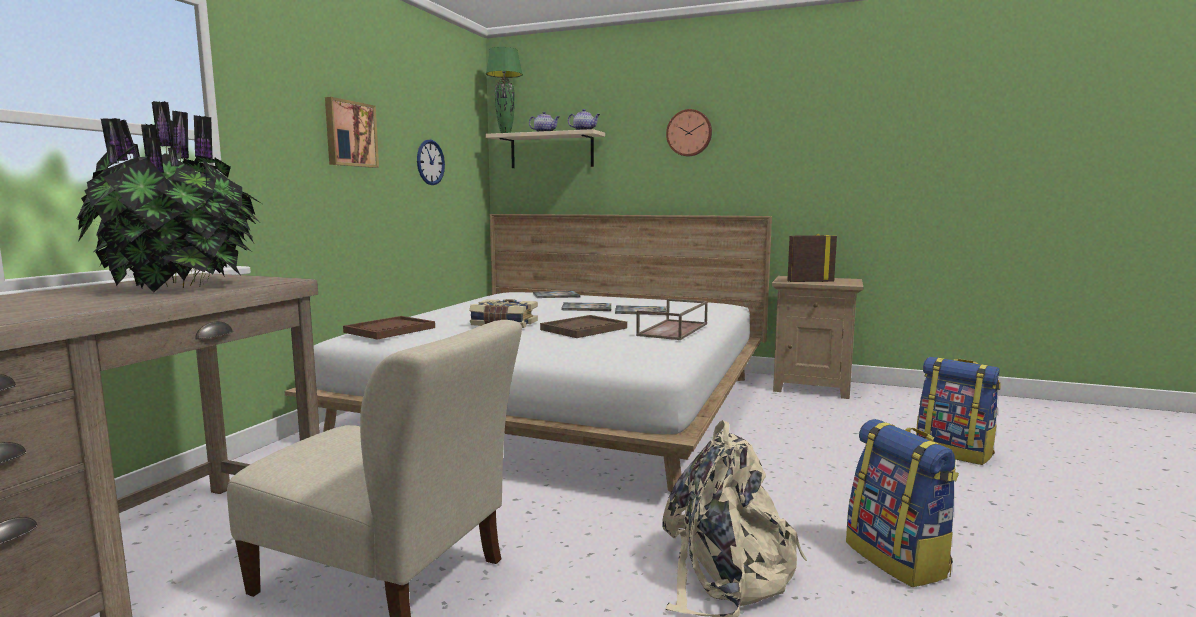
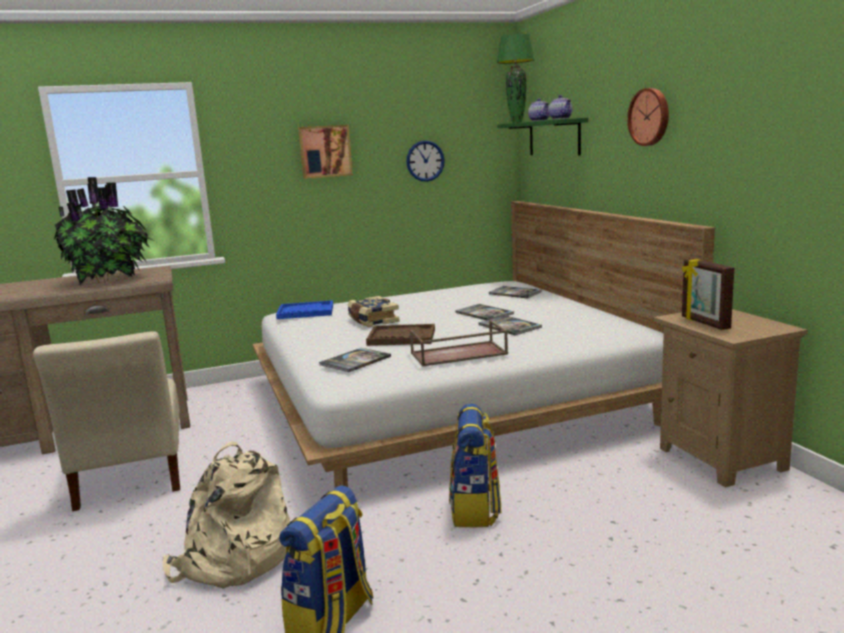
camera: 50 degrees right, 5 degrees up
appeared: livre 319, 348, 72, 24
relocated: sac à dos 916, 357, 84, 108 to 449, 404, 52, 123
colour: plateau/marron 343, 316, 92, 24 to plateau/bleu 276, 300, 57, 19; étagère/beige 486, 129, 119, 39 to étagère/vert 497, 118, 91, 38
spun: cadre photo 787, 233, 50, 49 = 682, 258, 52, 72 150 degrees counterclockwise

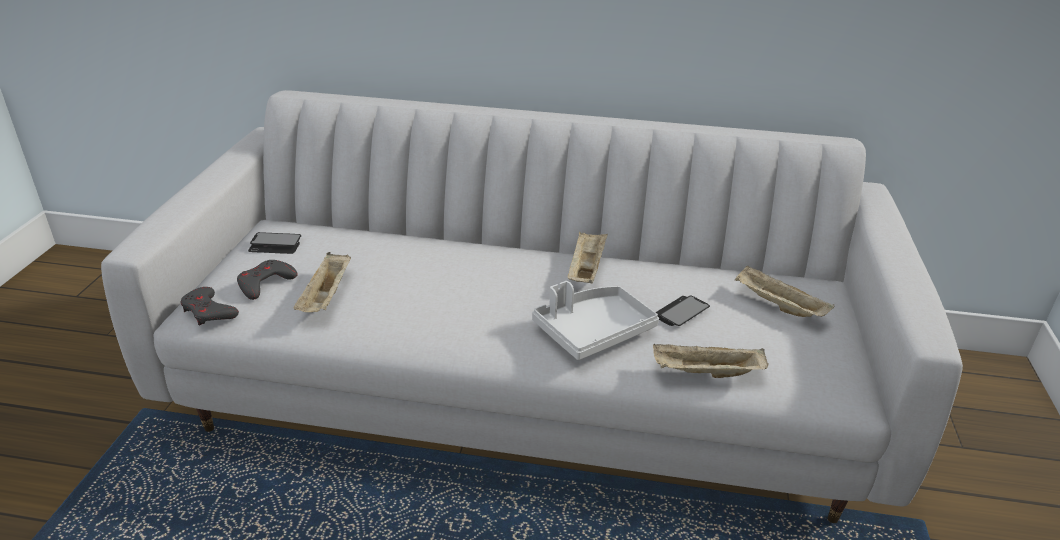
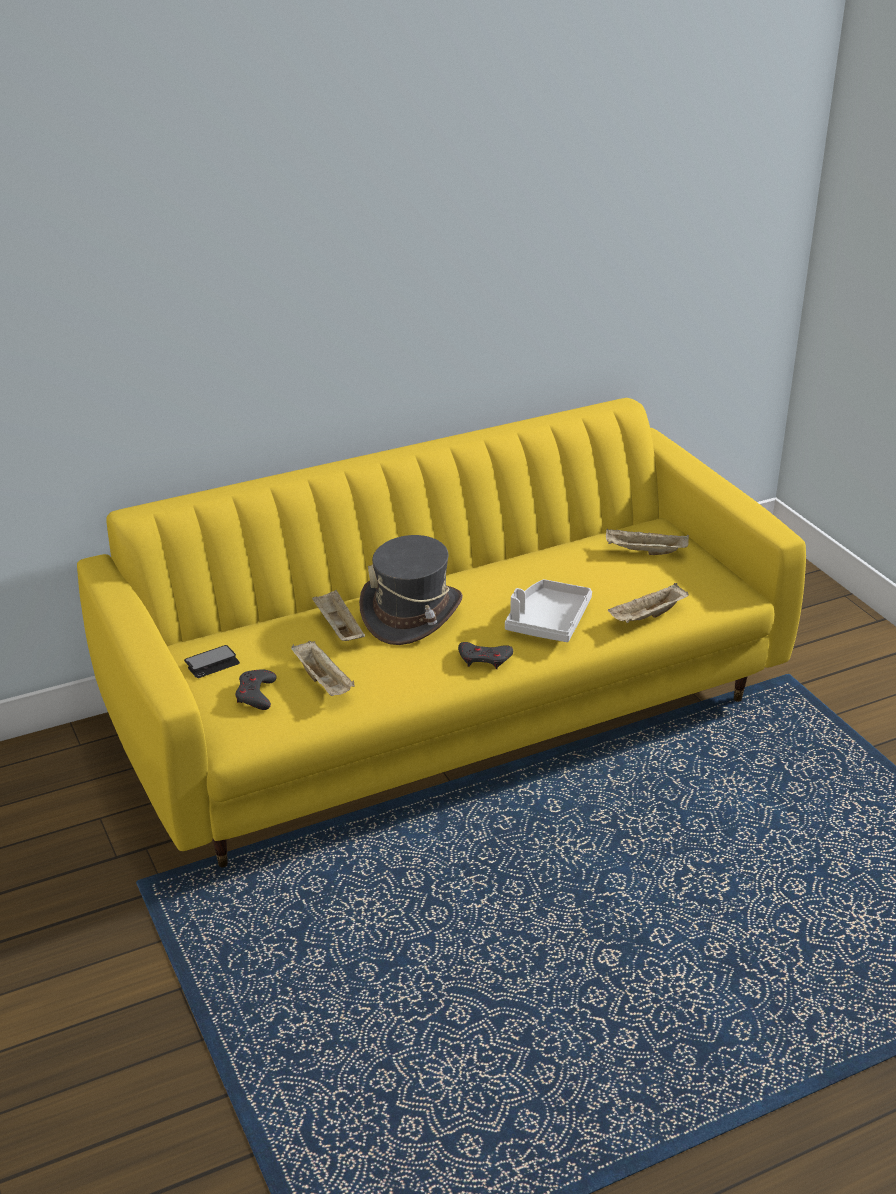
camera: 35 degrees left, 0 degrees up
missing: téléphone 656, 295, 54, 31
appeared: chapeau/gris 359, 535, 104, 110
relocated: manette/gris 181, 287, 58, 39 to 458, 642, 55, 27; plateau/beige 567, 231, 41, 52 to 312, 590, 53, 51
colour: canapé/blanc 101, 90, 862, 433 to canapé/jaune 77, 398, 729, 469

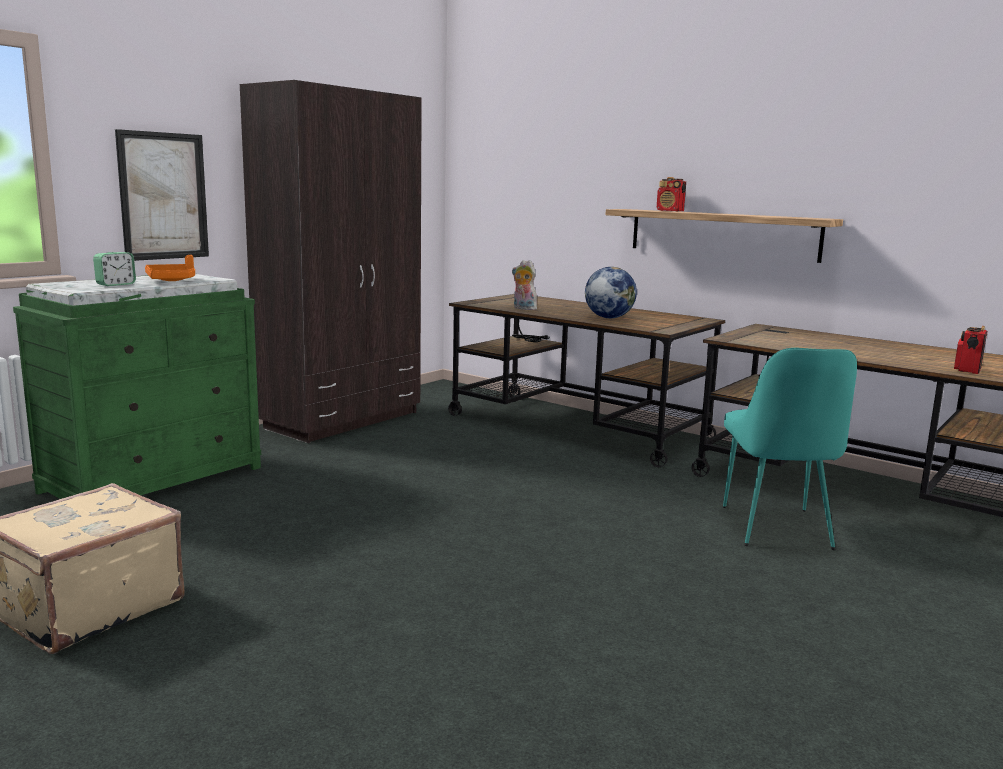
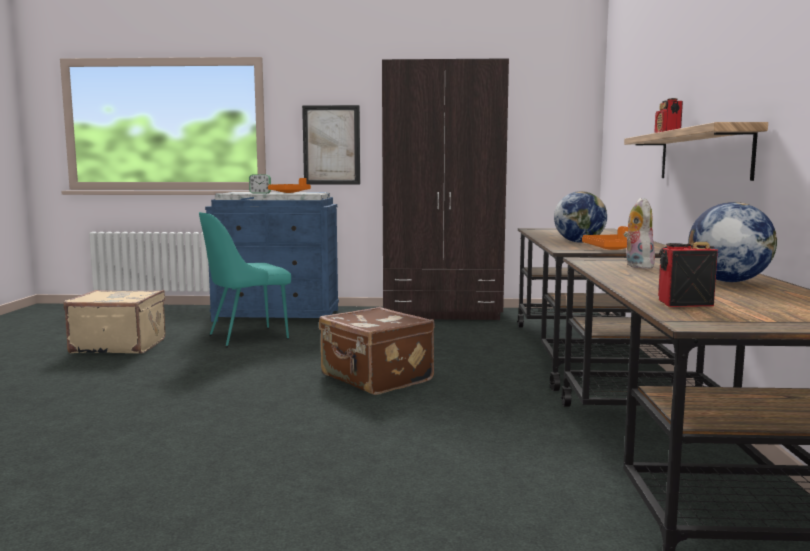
camera: 55 degrees right, 5 degrees down
appeared: valise/marron 319, 307, 115, 88; plateau/orange 582, 226, 46, 24; globe 688, 202, 89, 80
relocated: peluche 512, 260, 25, 50 to 624, 198, 33, 70; chaise/turquoise 723, 348, 134, 202 to 199, 212, 92, 136
colour: commode/vert 13, 274, 248, 225 to commode/bleu 205, 192, 134, 130

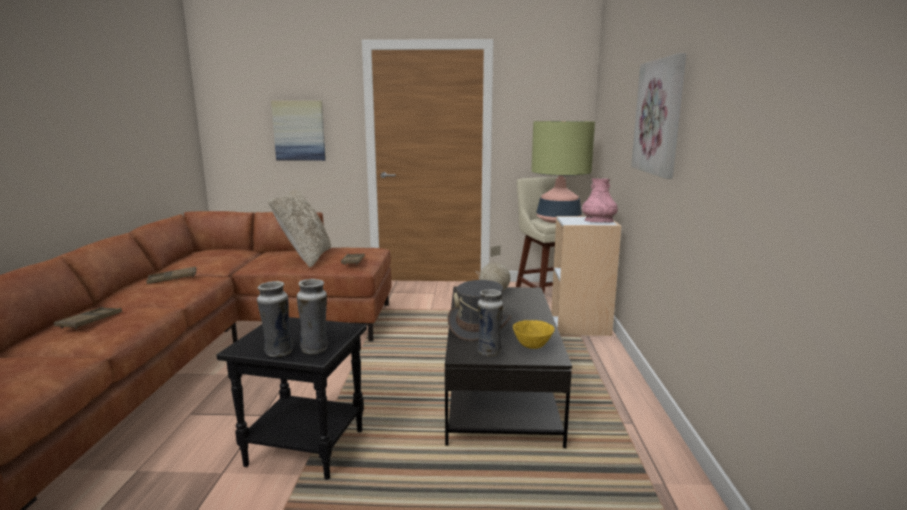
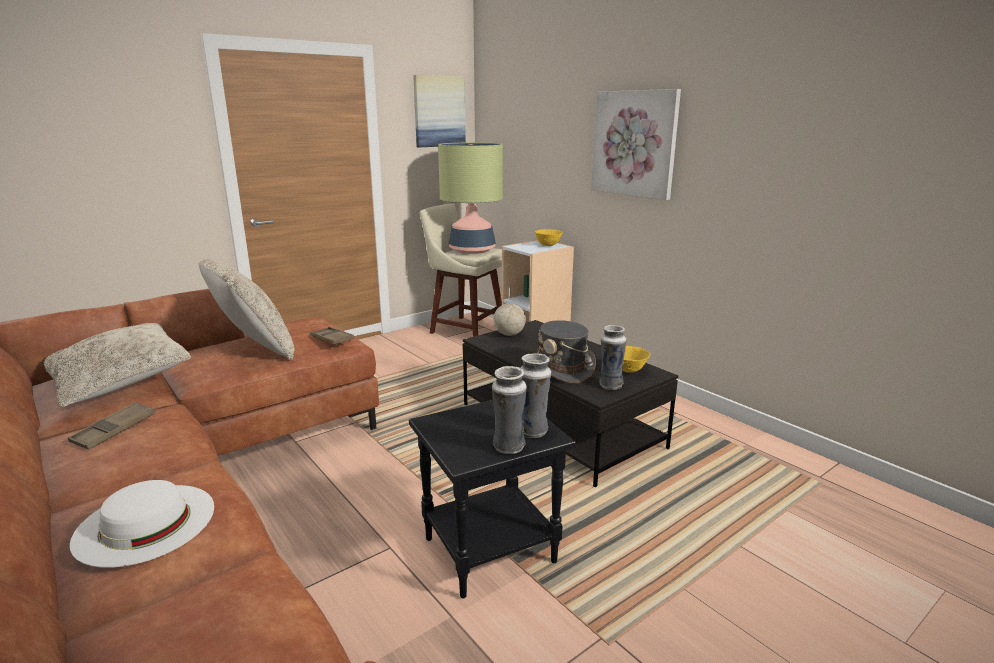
camera: 40 degrees left, 5 degrees up
appeared: coussin/beige 44, 323, 147, 84
relocated: tableau 271, 101, 55, 60 to 413, 75, 53, 72
exchanged: plateau/marron 54, 307, 68, 22 to chapeau/blanc 70, 480, 144, 88; vase/rose 582, 178, 36, 45 to bol/jaune 535, 229, 28, 17

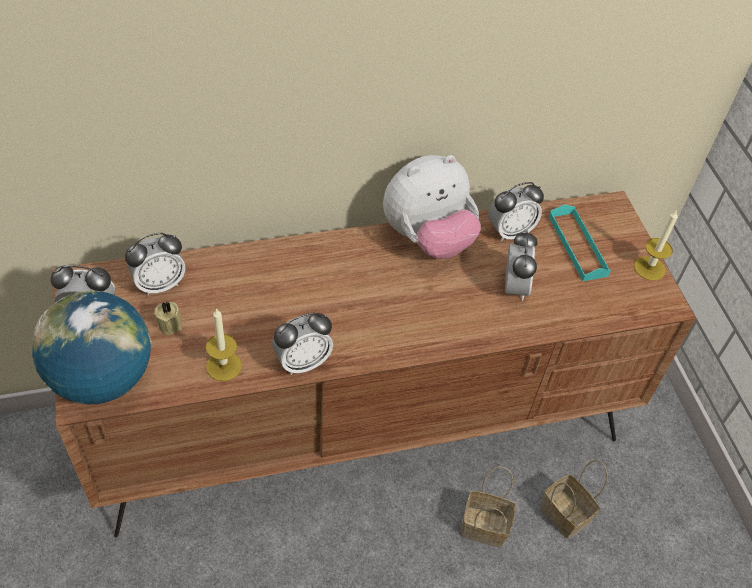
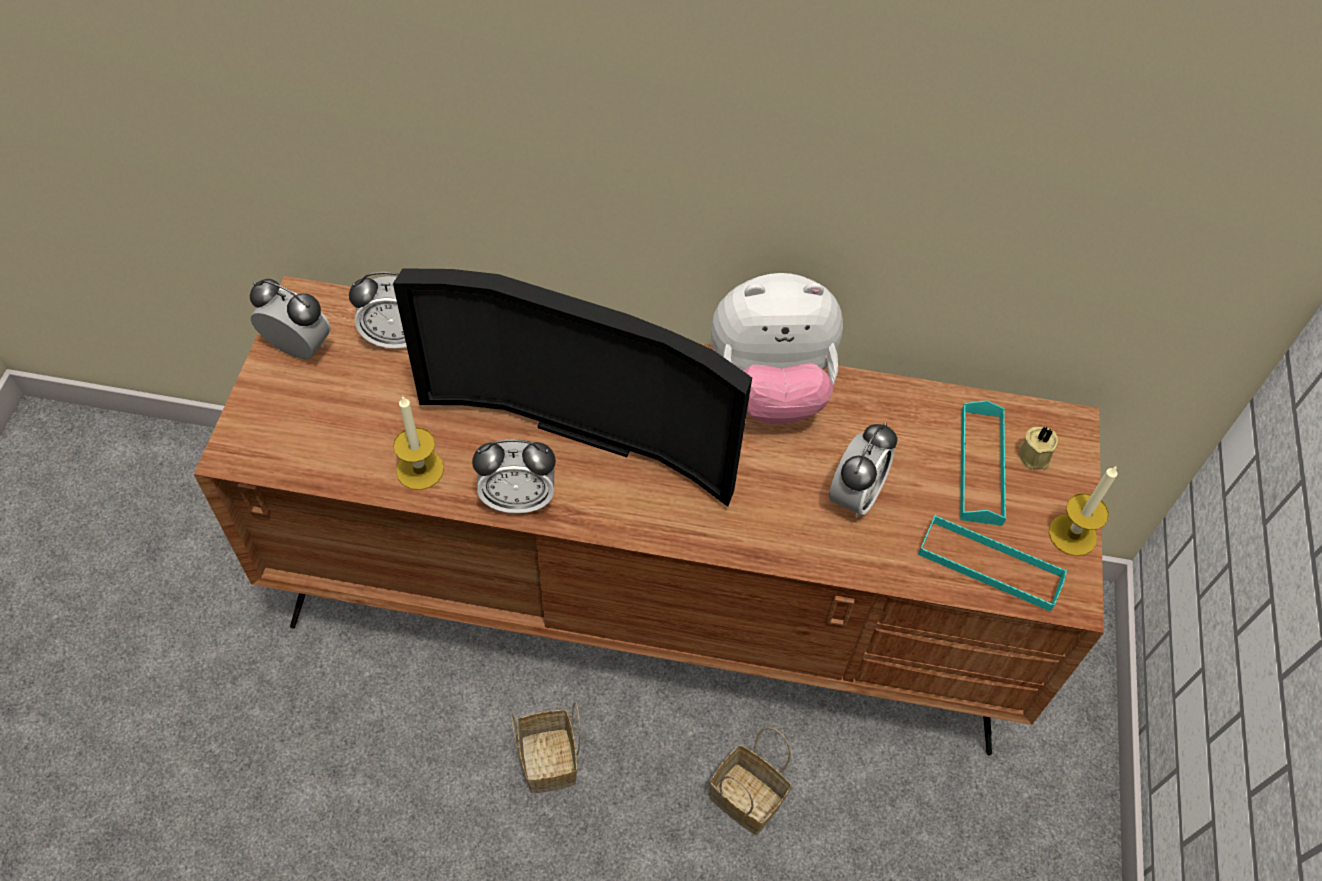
camera: 25 degrees right, 5 degrees up
missing: globe 32, 291, 120, 113; réveil 488, 182, 56, 60
appeared: téléviseur 393, 268, 359, 239; plateau/turquoise 918, 515, 149, 96
relocated: bougie/beige 154, 302, 28, 33 to 1019, 426, 39, 44; panier 540, 460, 68, 79 to 511, 702, 69, 91

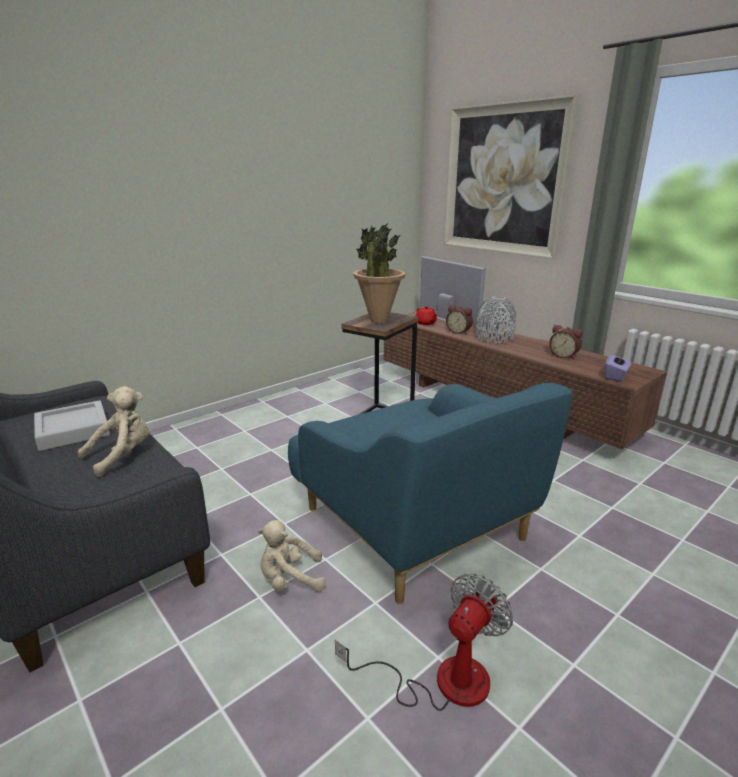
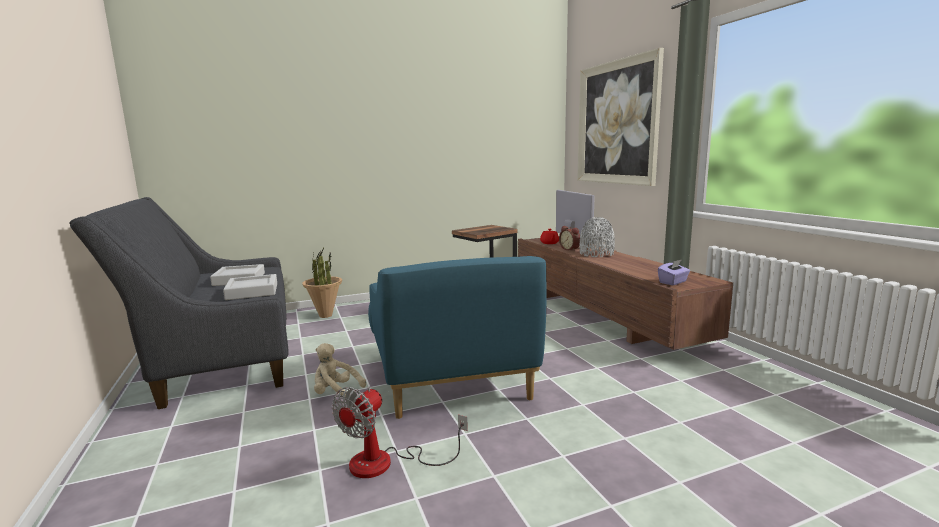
camera: 20 degrees right, 10 degrees down
missing: réveil 549, 325, 33, 35
relocated: plante en pot 353, 222, 53, 101 to 302, 248, 40, 70
exchanged: peluche/beige 78, 386, 71, 91 to plateau/gris 223, 274, 54, 26
spun: ventilateur 335, 574, 178, 137 = 332, 387, 136, 91 150 degrees clockwise

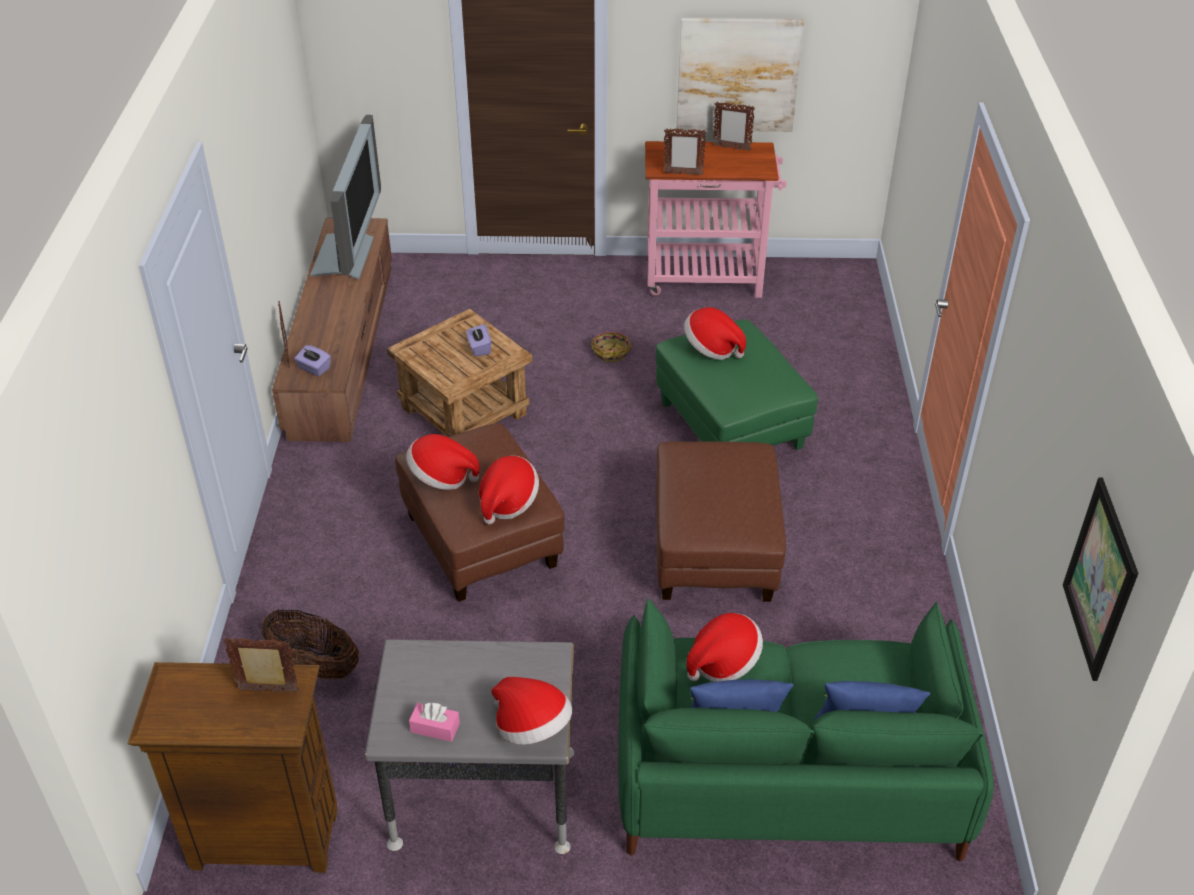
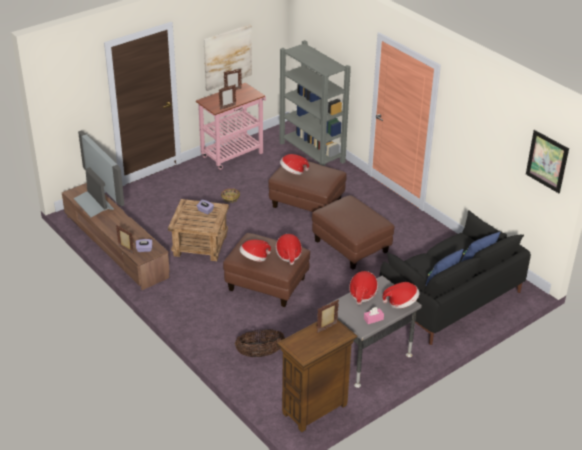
camera: 40 degrees left, 5 degrees down
appeared: bibliothèque/gris 279, 40, 72, 126
relocated: chapeau 686, 613, 77, 69 to 349, 271, 29, 34
colour: canapé/vert 618, 598, 376, 264 to canapé/noir 379, 210, 152, 135; pouf/vert 656, 319, 162, 131 to pouf/marron 268, 161, 79, 51

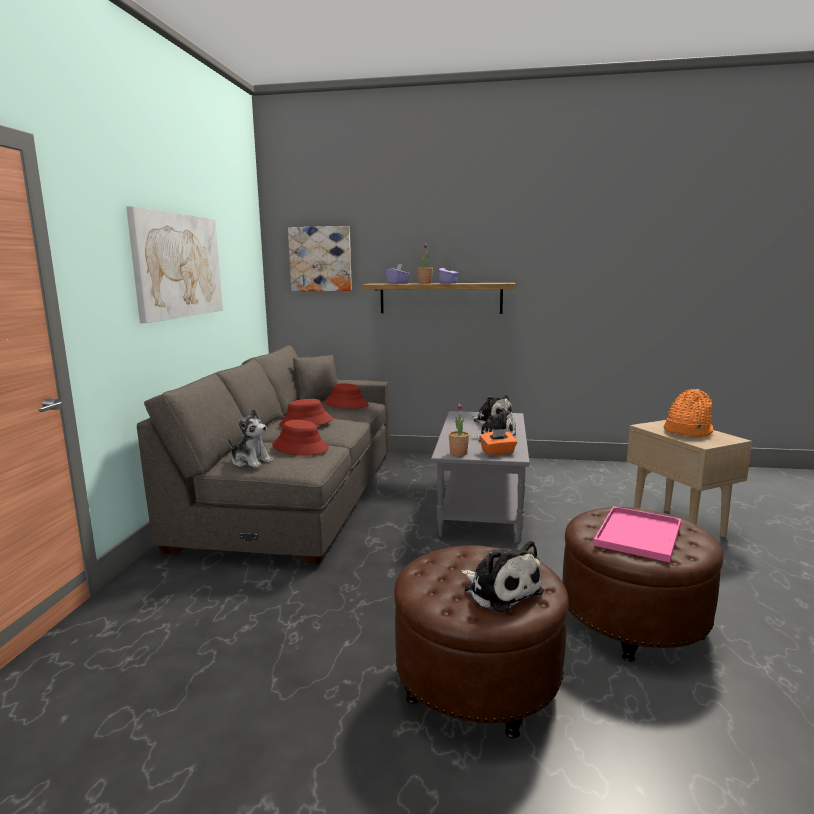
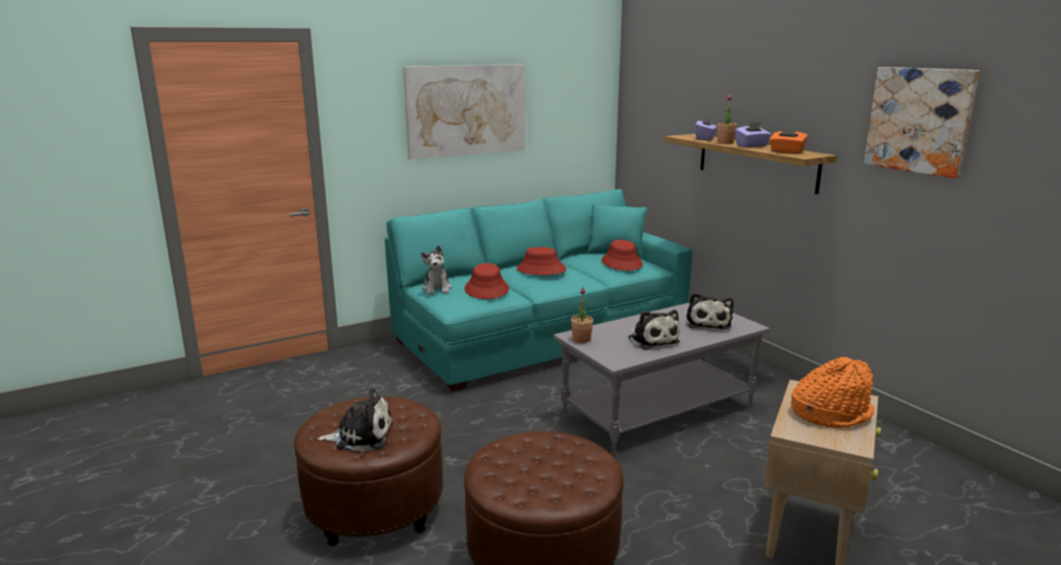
camera: 50 degrees right, 5 degrees up
missing: plateau/rose 593, 506, 88, 56
relocated: tableau 288, 226, 64, 65 to 864, 67, 116, 111; boîte à mouchoirs/orange 480, 429, 37, 27 to 769, 126, 39, 28
colour: canapé/gris 137, 345, 253, 219 to canapé/turquoise 385, 189, 308, 202
spun: peluche 461, 541, 83, 72 = 317, 388, 76, 64 105 degrees counterclockwise

